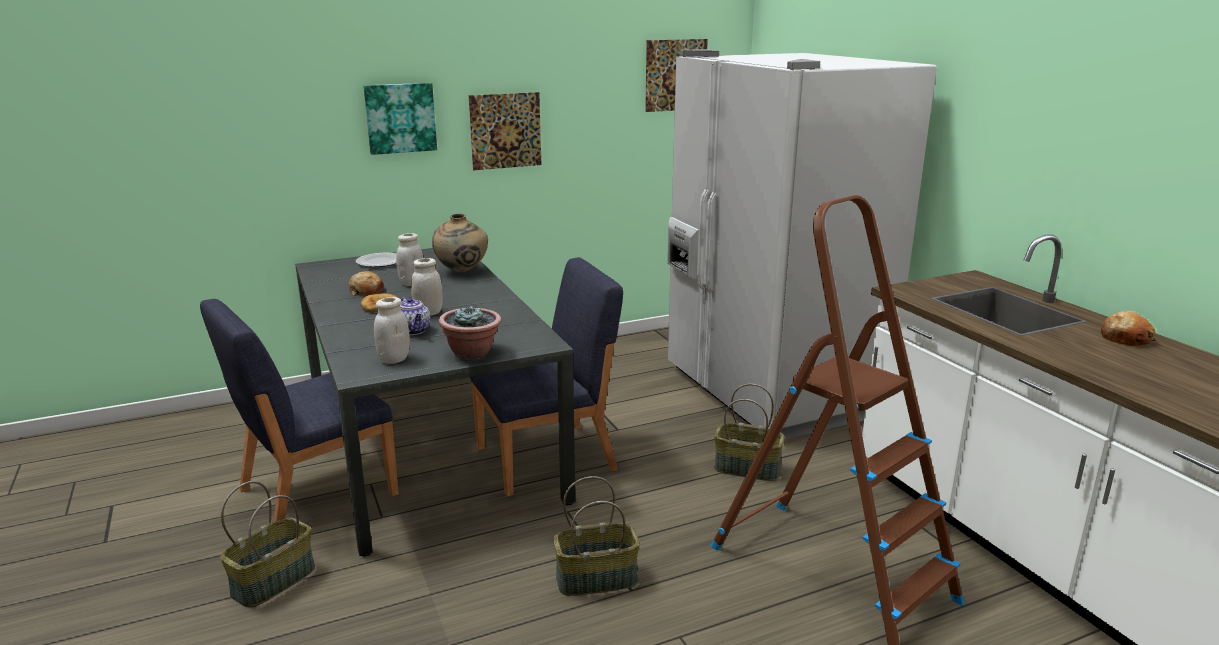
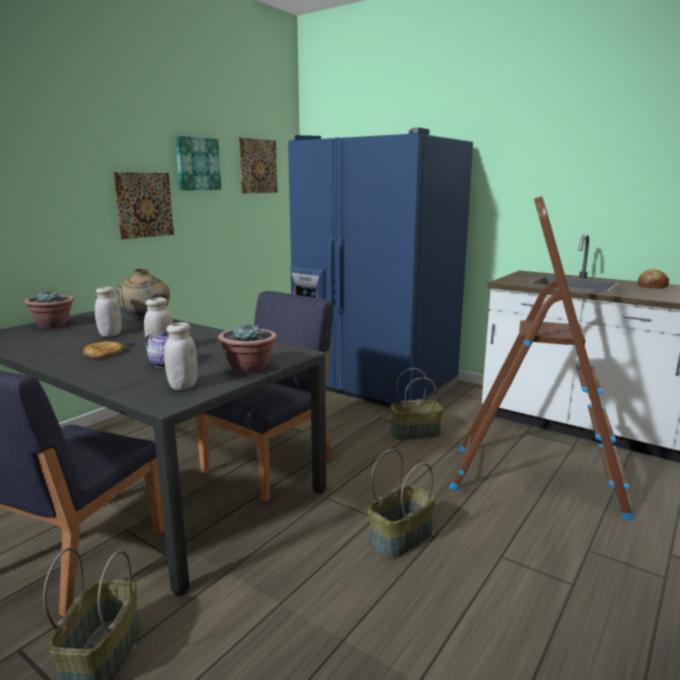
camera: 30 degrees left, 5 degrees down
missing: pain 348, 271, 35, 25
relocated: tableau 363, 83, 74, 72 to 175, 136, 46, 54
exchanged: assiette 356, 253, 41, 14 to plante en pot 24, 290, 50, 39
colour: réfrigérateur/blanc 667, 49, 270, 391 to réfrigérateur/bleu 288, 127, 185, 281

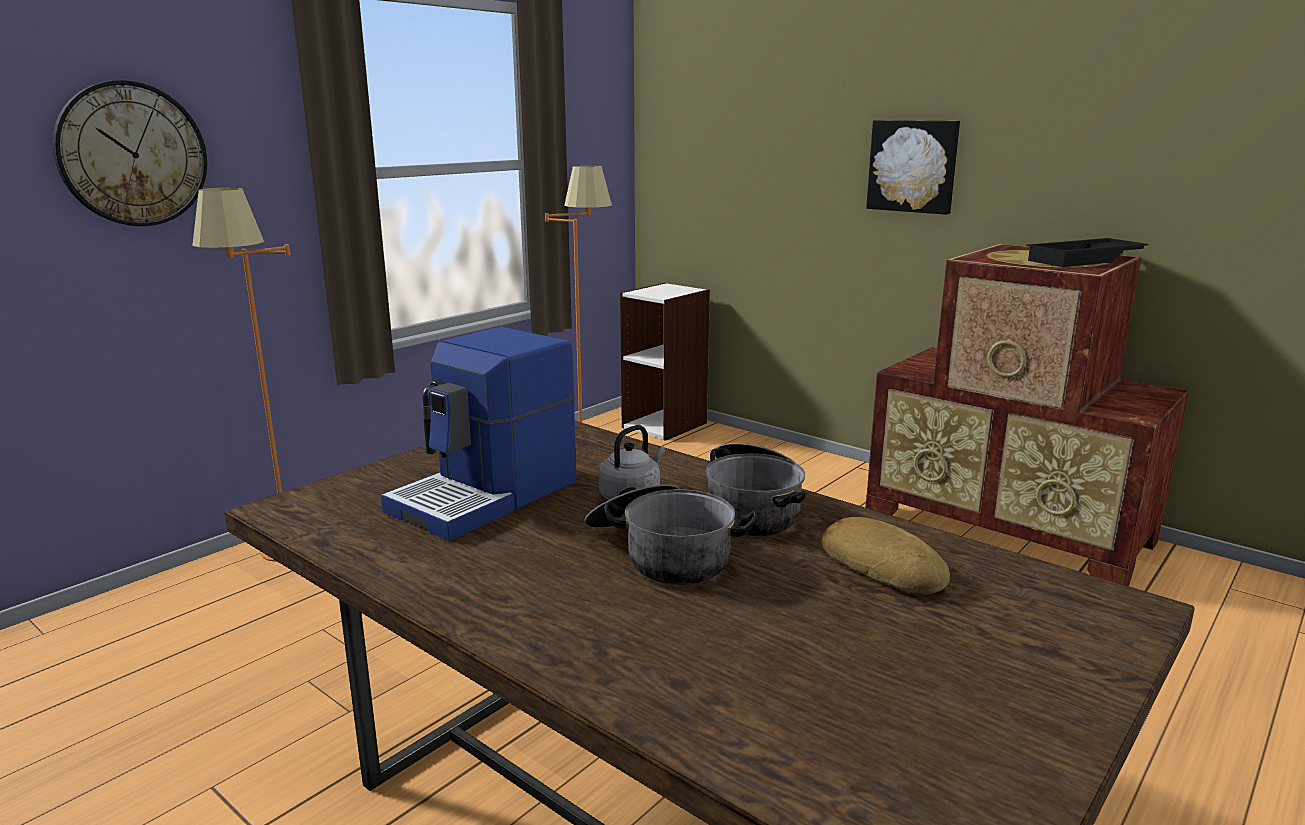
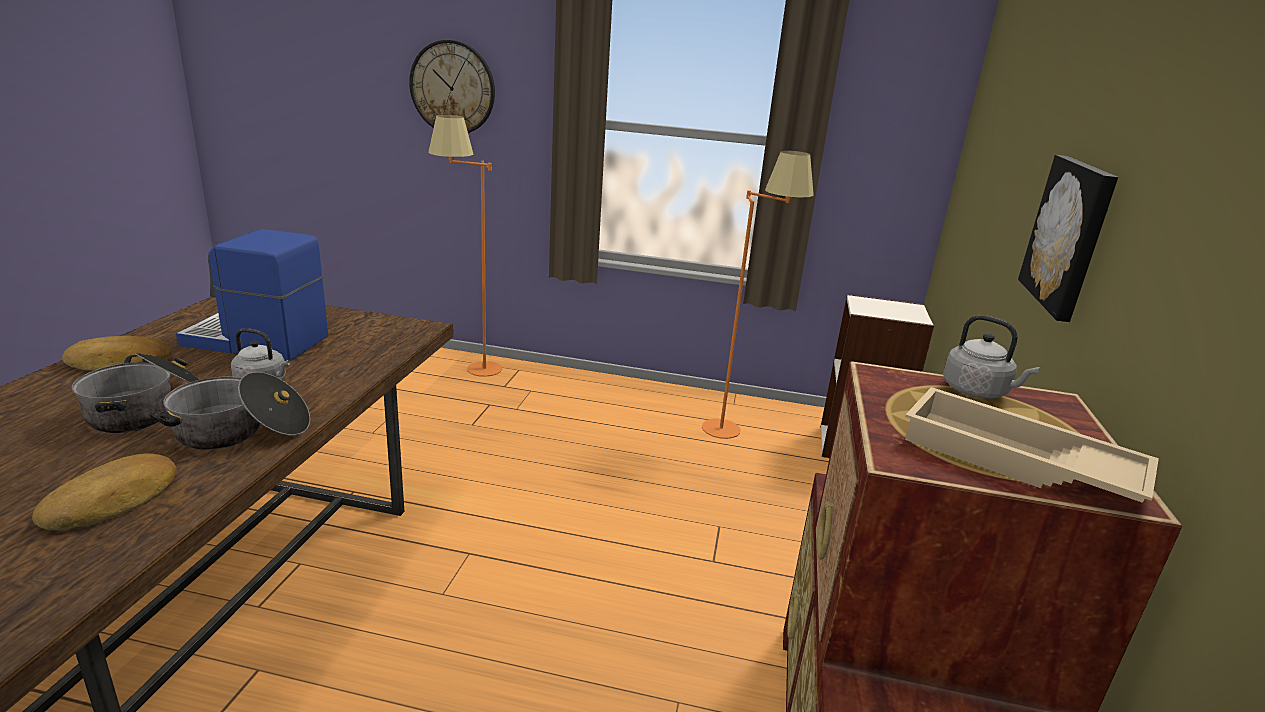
camera: 60 degrees right, 5 degrees up
appeared: pain 62, 336, 110, 35; bouilloire/gris 943, 315, 96, 84
colour: plateau/noir 1026, 238, 122, 29 to plateau/beige 905, 387, 254, 116

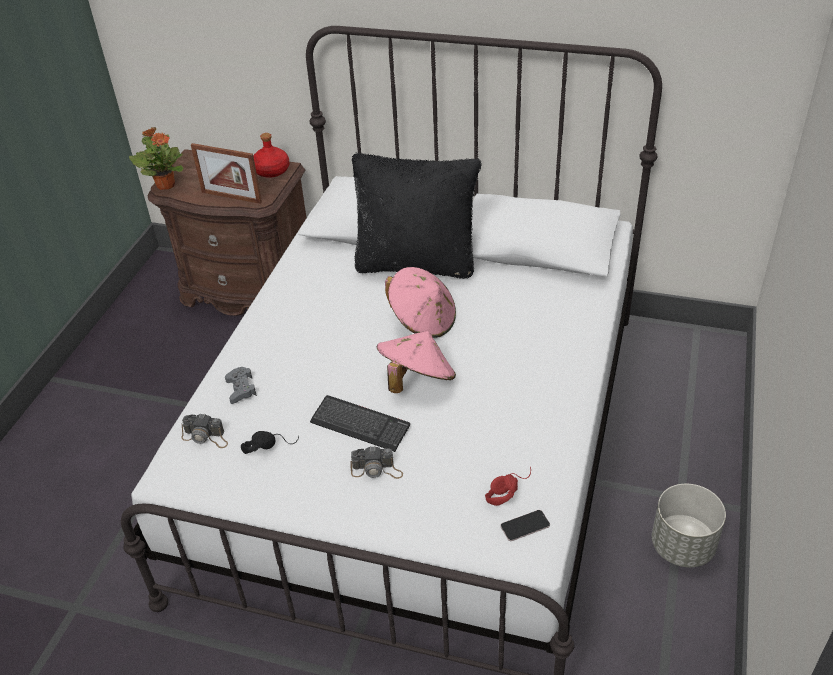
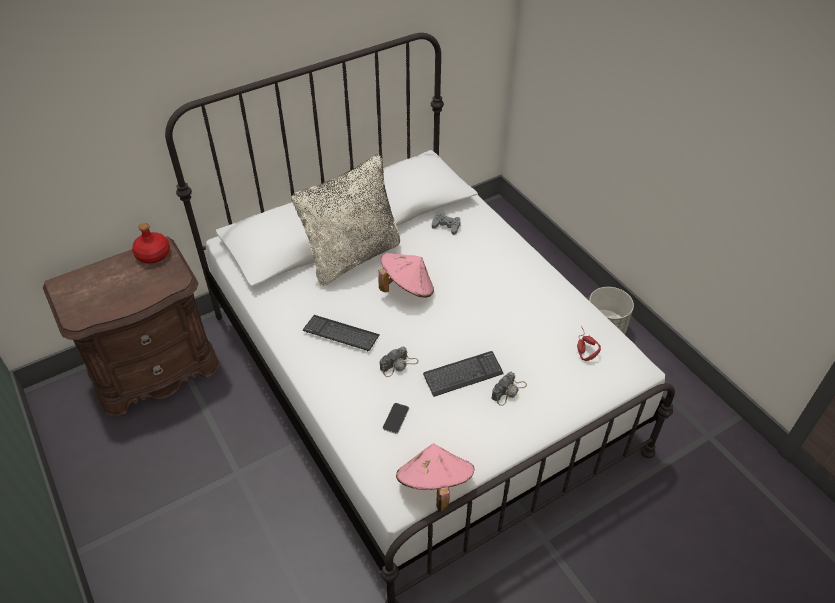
camera: 50 degrees left, 5 degrees up
missing: plante en pot 129, 127, 54, 63; cadre photo 191, 143, 71, 61; casque audio/noir 241, 431, 58, 23
appeared: clavier 303, 315, 77, 36
relocated: appareil photo 181, 413, 47, 35 to 380, 347, 39, 30; manette/gris 225, 367, 32, 37 to 432, 212, 29, 23; chapeau/rose 377, 331, 79, 62 to 396, 444, 79, 68; téléphone 501, 510, 49, 31 to 383, 403, 26, 31
colour: coussin/noir 352, 153, 130, 126 to coussin/beige 291, 154, 109, 132

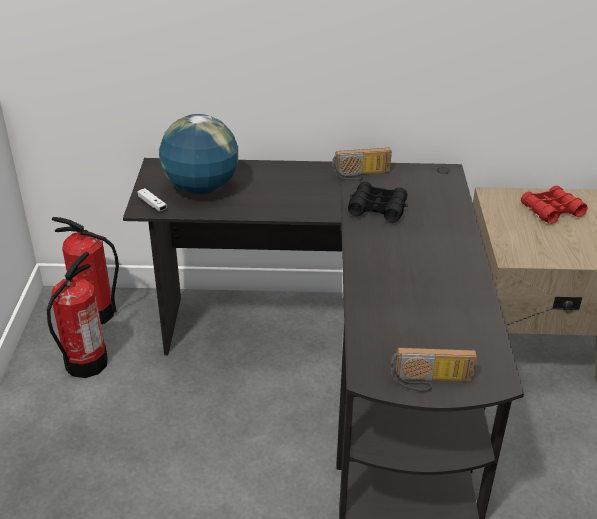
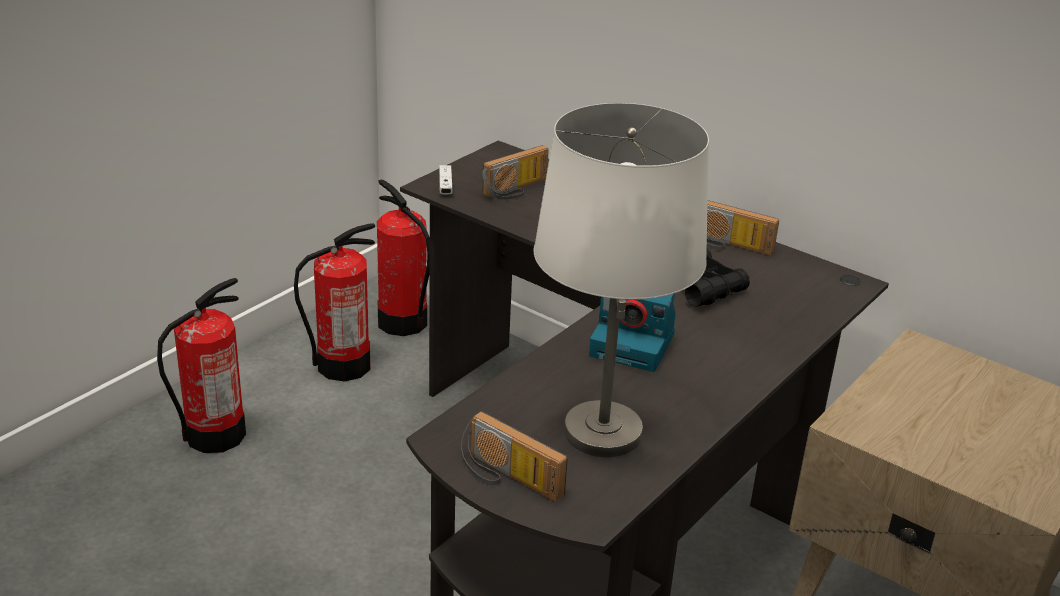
camera: 35 degrees right, 5 degrees down
missing: jumelles/rouge 521, 185, 67, 39
appeared: extincteur 157, 278, 89, 175; lampe de table/blanc 534, 103, 175, 354; appareil photo 589, 293, 87, 79
exchanged: globe 159, 114, 79, 80 to radio 482, 145, 67, 55

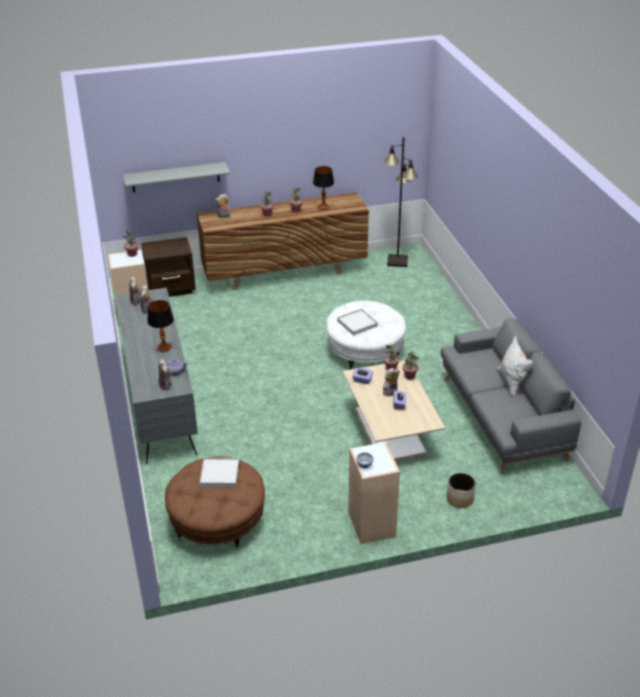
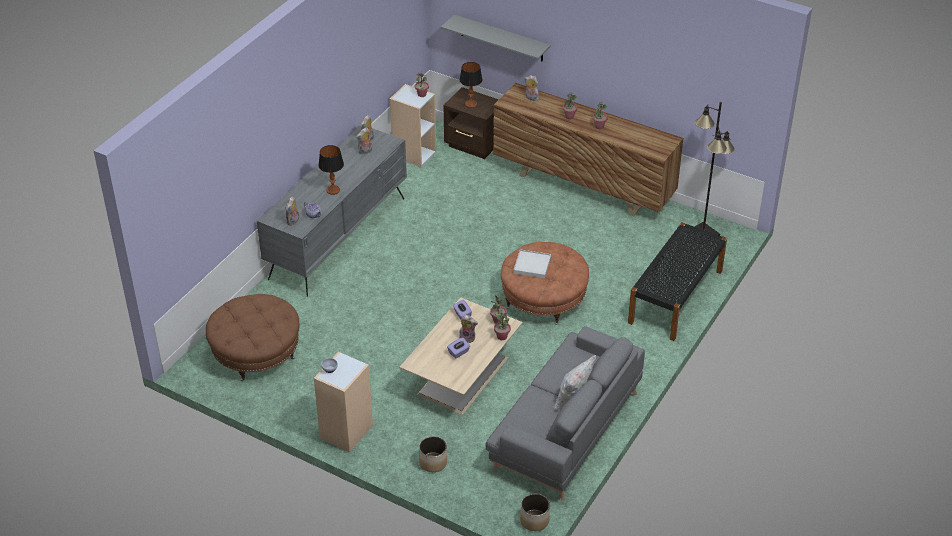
camera: 45 degrees right, 5 degrees up
missing: plateau/blanc 200, 458, 39, 29
appeared: cache-pot 520, 493, 30, 38; banc/noir 628, 222, 99, 119
relocated: lampe de table 313, 166, 21, 44 to 460, 62, 23, 46
colour: pouf/blanc 326, 301, 80, 69 to pouf/marron 501, 242, 88, 83

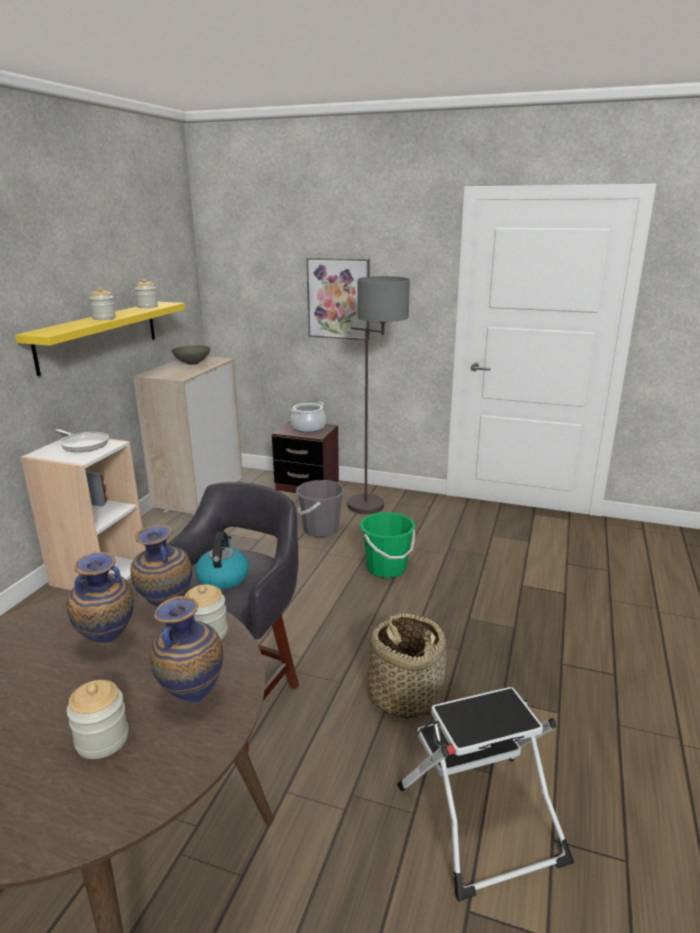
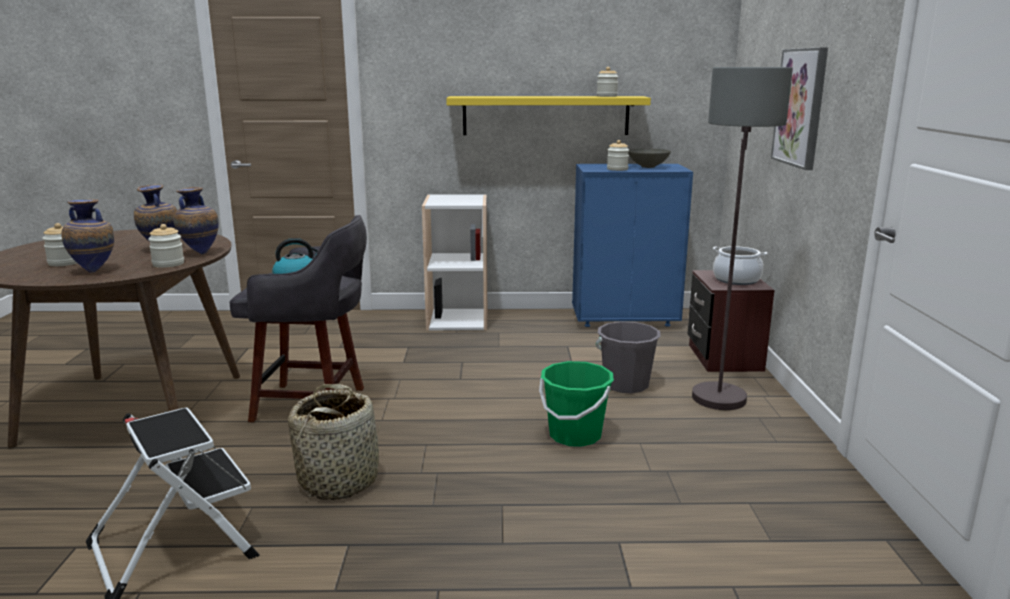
camera: 70 degrees right, 5 degrees down
missing: poêle 55, 429, 54, 23
relocated: bocal 89, 287, 27, 33 to 607, 140, 22, 31
colour: meuble de rangement/beige 133, 357, 110, 160 to meuble de rangement/bleu 572, 164, 121, 163

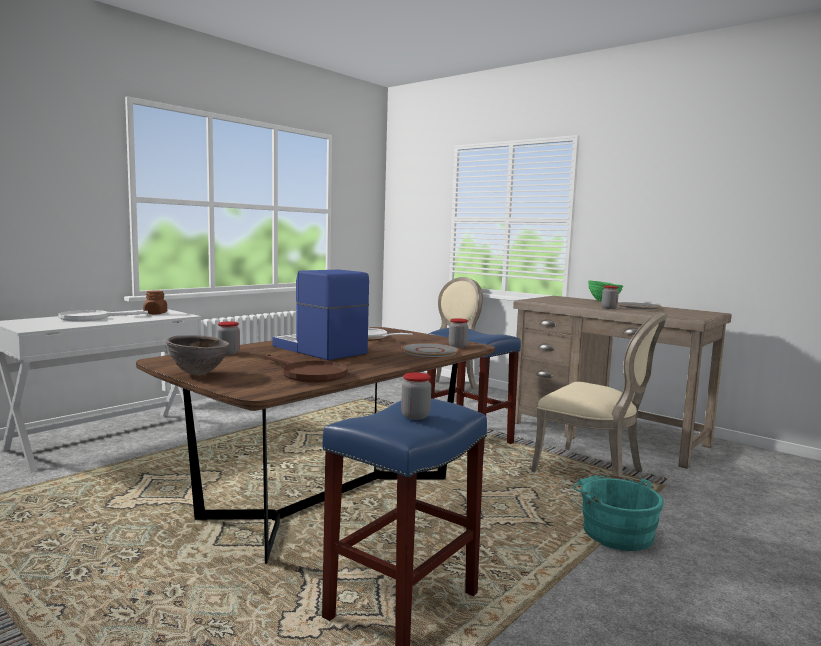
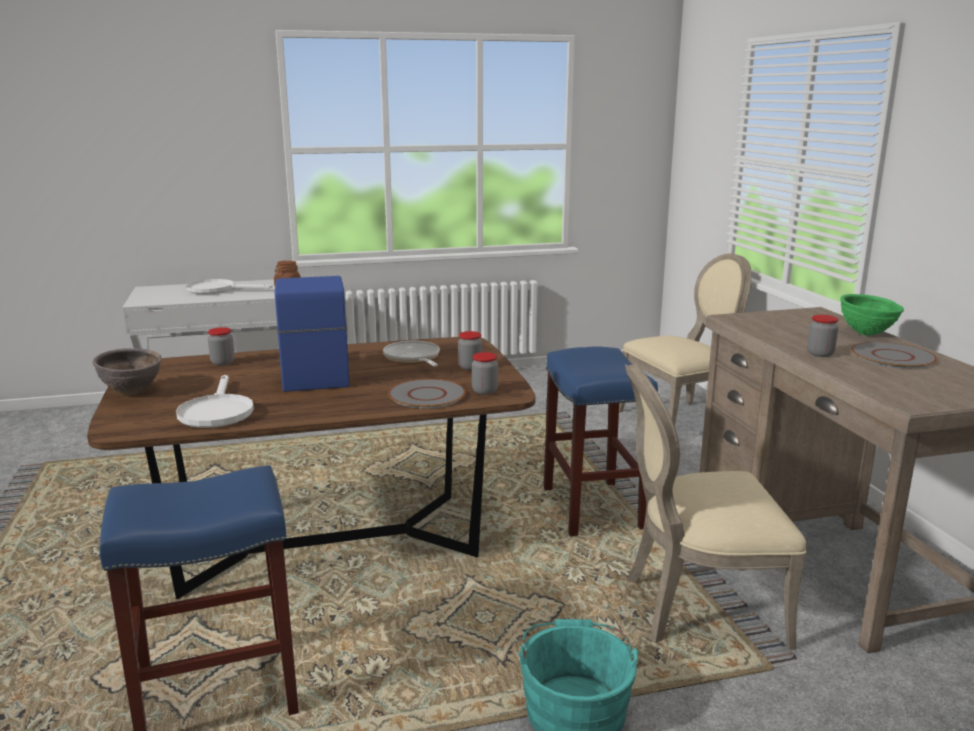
camera: 35 degrees right, 10 degrees up
relocated: bocal 401, 372, 30, 48 to 458, 331, 24, 39
colour: poêle/marron 265, 354, 83, 29 to poêle/blanc 176, 375, 78, 53
spun: chaise/beige 531, 311, 137, 168 = 625, 363, 182, 287 105 degrees clockwise

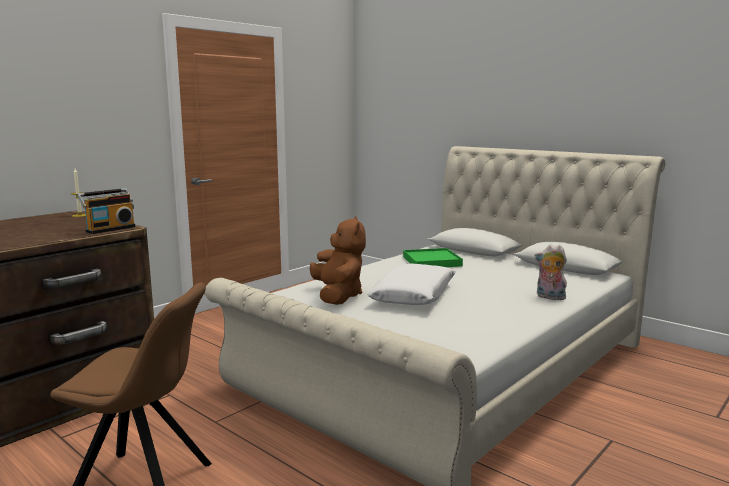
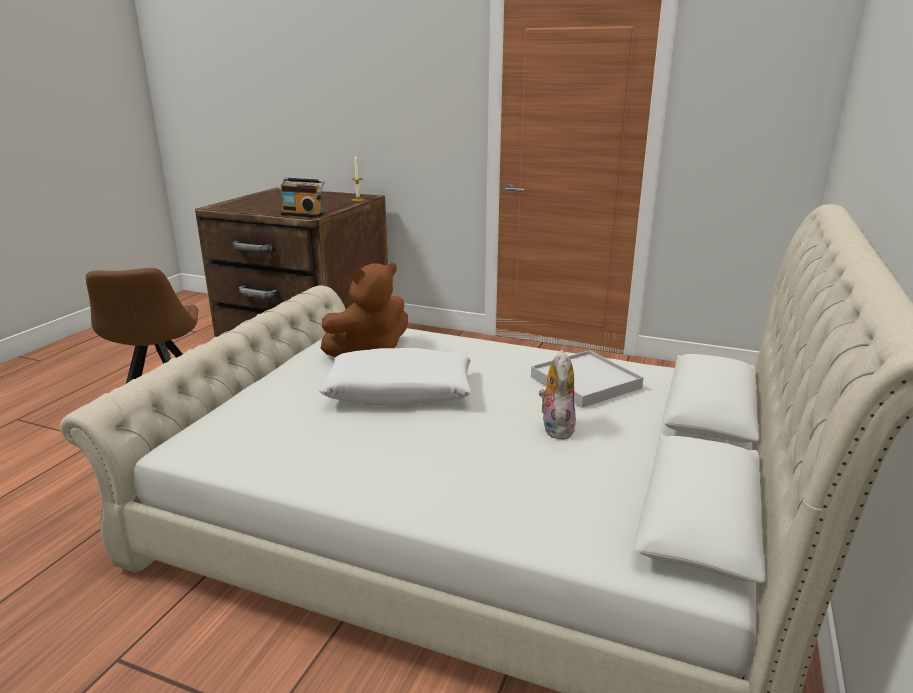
camera: 70 degrees right, 10 degrees up
relocated: peluche 535, 245, 32, 55 to 539, 350, 37, 90
colour: plateau/vert 403, 248, 60, 19 to plateau/blanc 531, 350, 113, 58

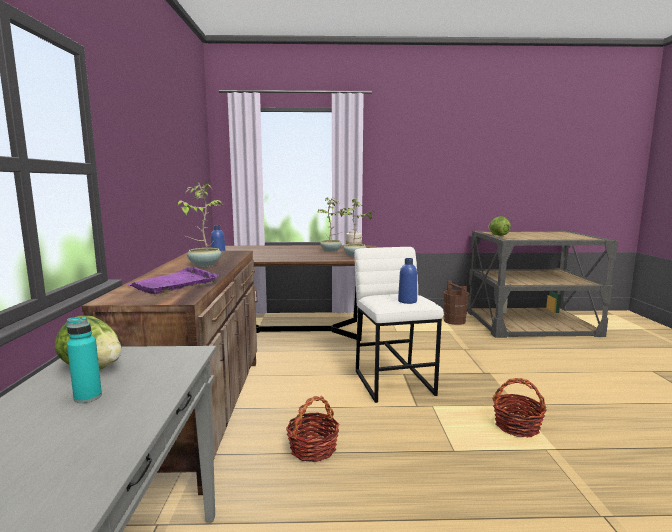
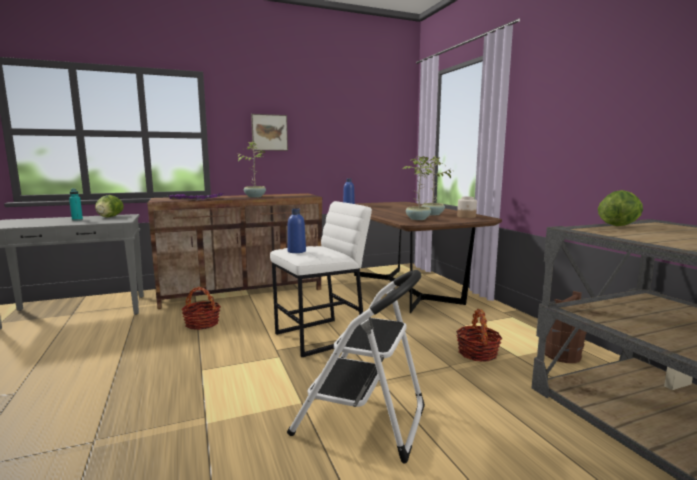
camera: 70 degrees right, 0 degrees up
appeared: tableau 251, 114, 37, 37; escabeau 287, 270, 138, 194
relocated: panier 492, 378, 55, 59 to 456, 309, 46, 53

